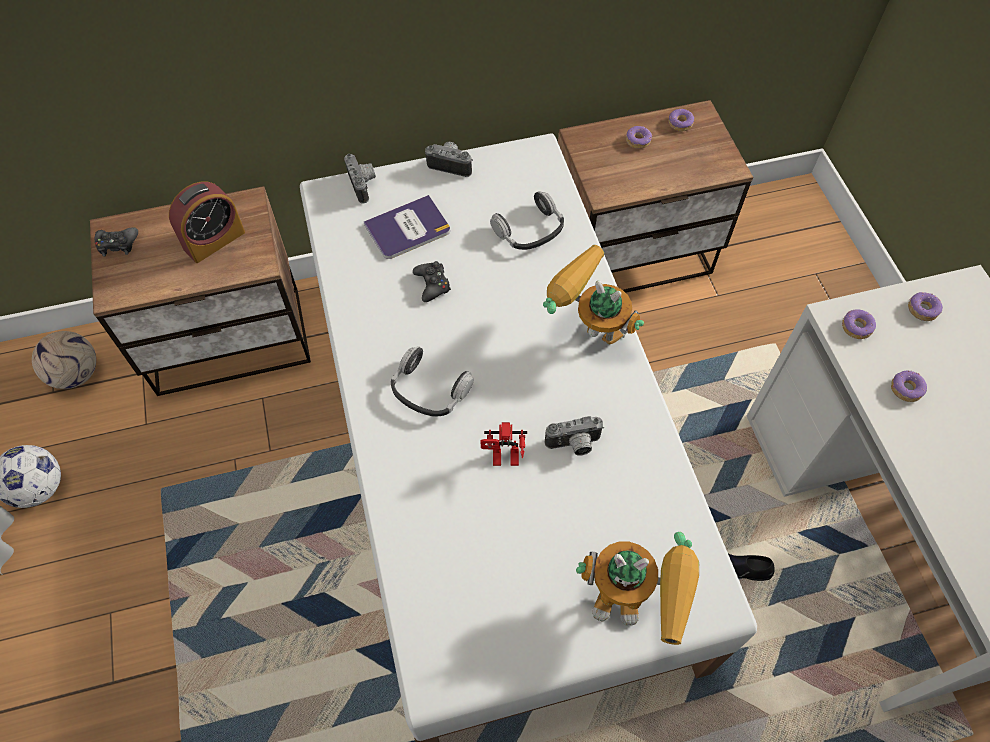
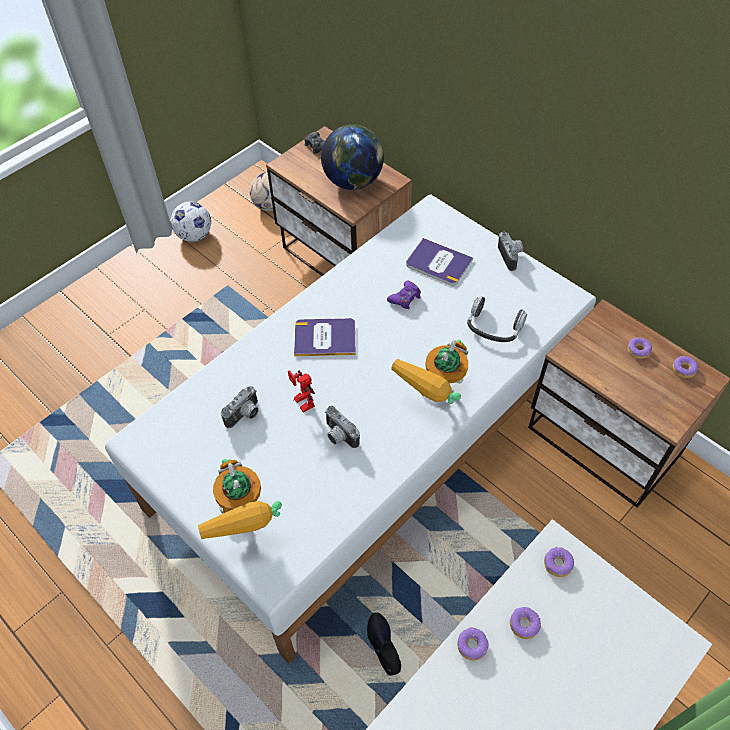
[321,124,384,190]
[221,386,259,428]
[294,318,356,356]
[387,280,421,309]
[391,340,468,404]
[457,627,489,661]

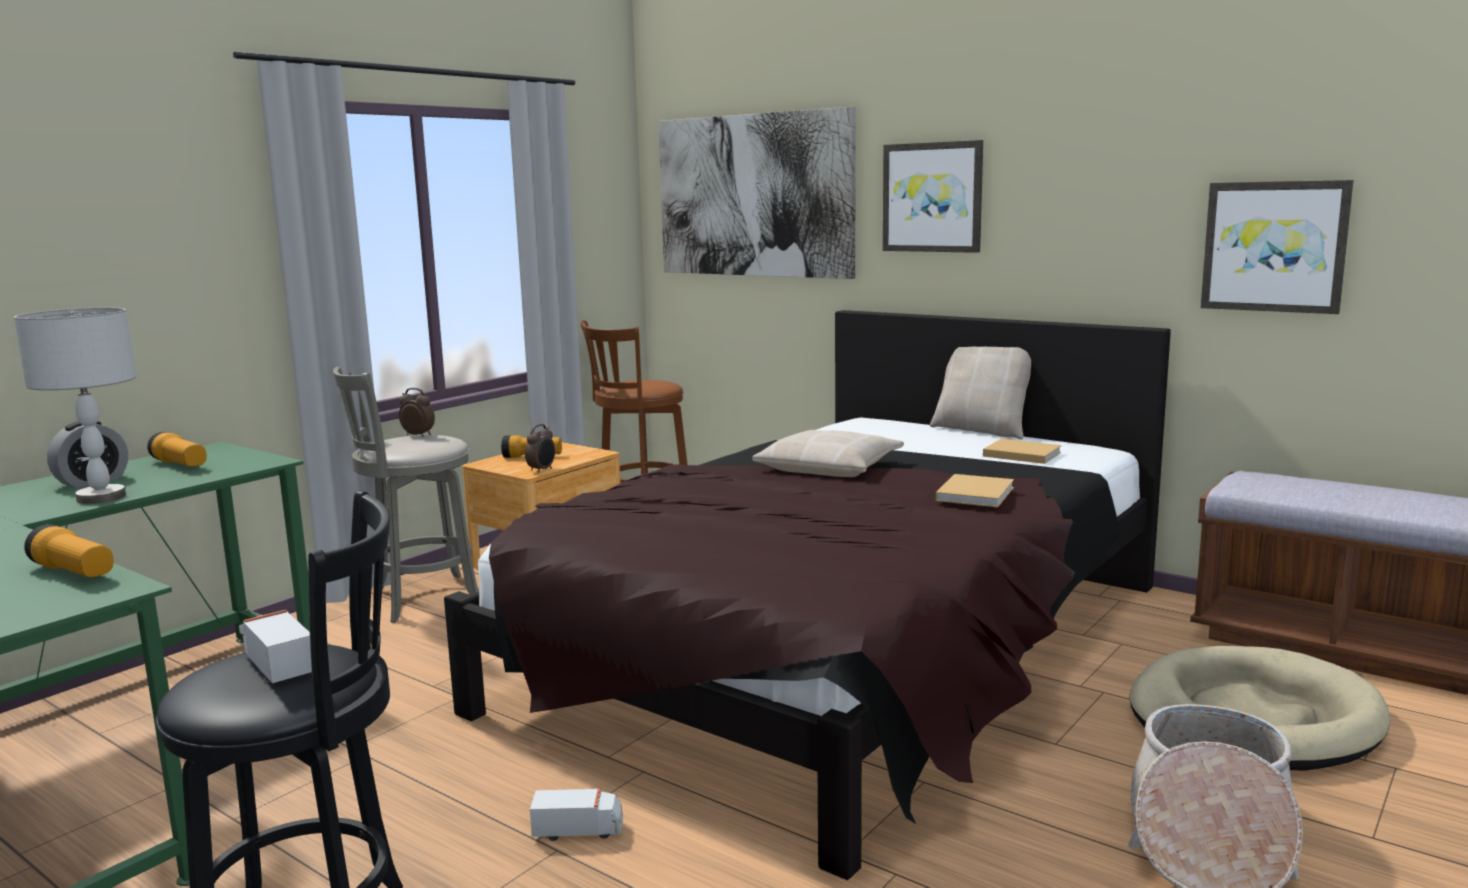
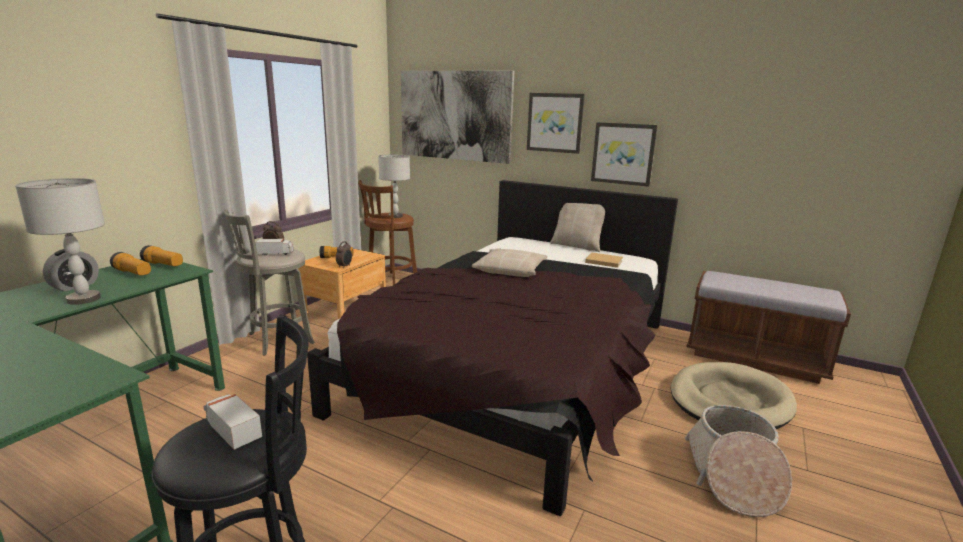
[140,245,183,266]
[256,238,294,256]
[936,474,1014,507] (first image)
[591,122,658,187]
[378,155,410,218]

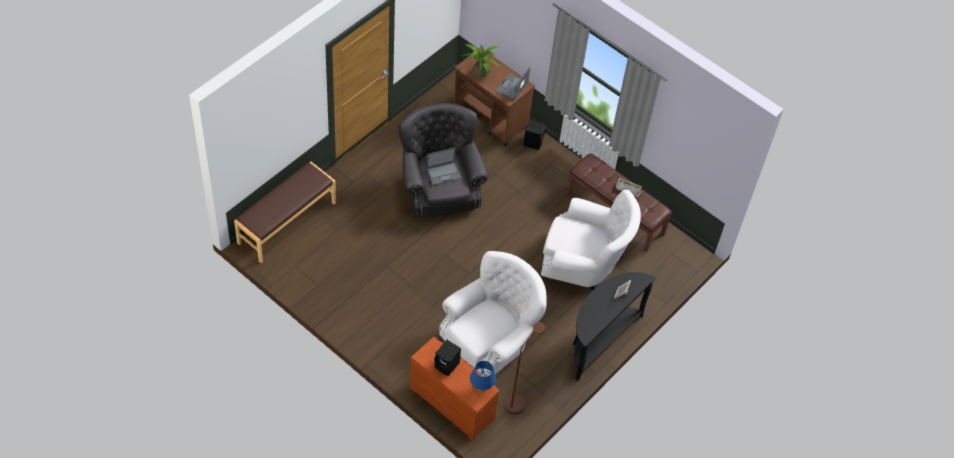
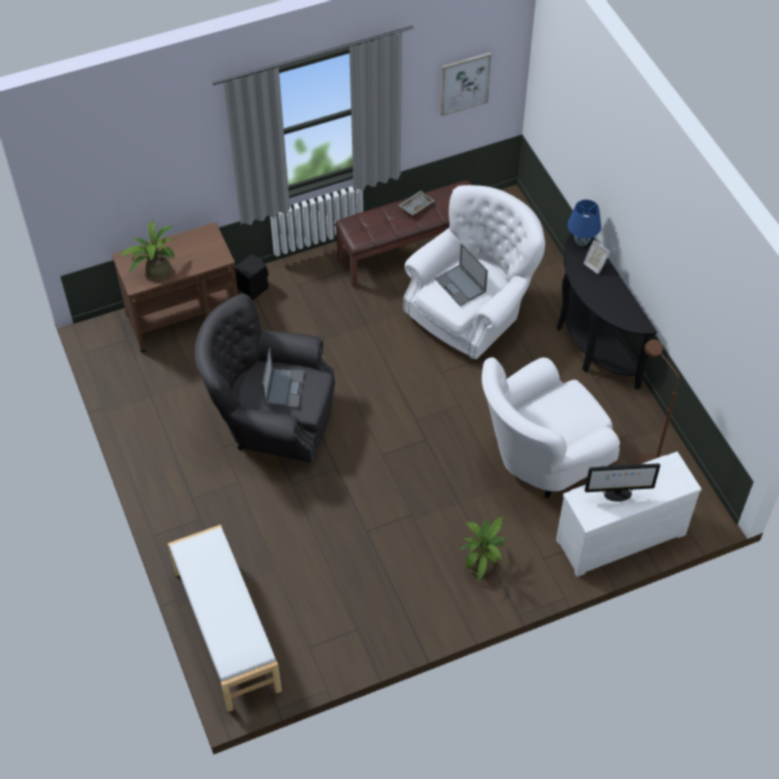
[168,525,282,712]
[556,452,701,577]
[585,463,660,501]
[482,357,620,498]
[567,200,601,246]
[435,243,488,306]
[440,52,491,116]
[459,517,506,582]

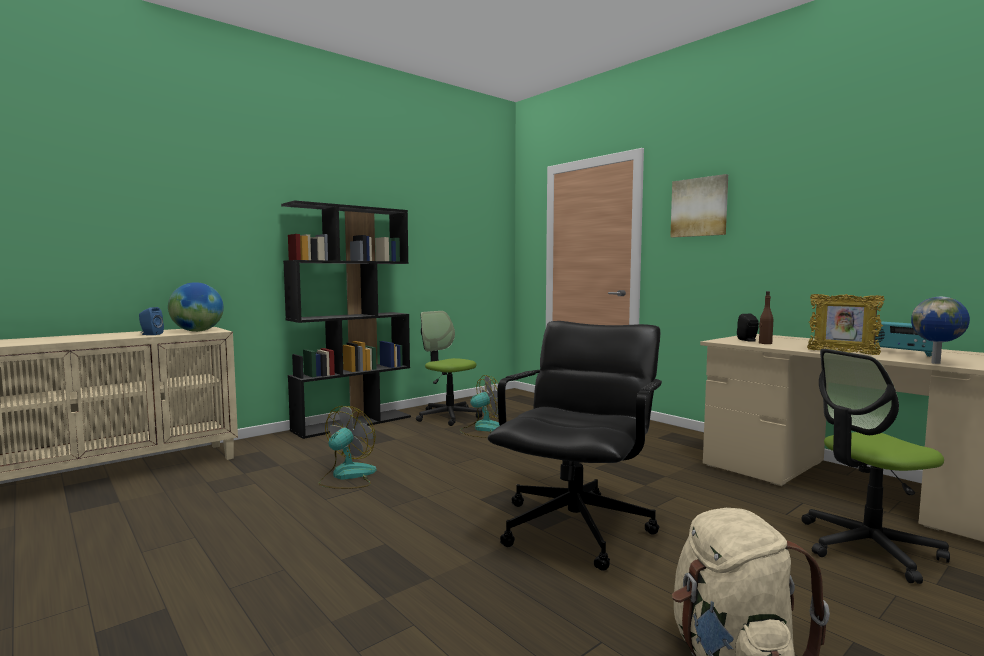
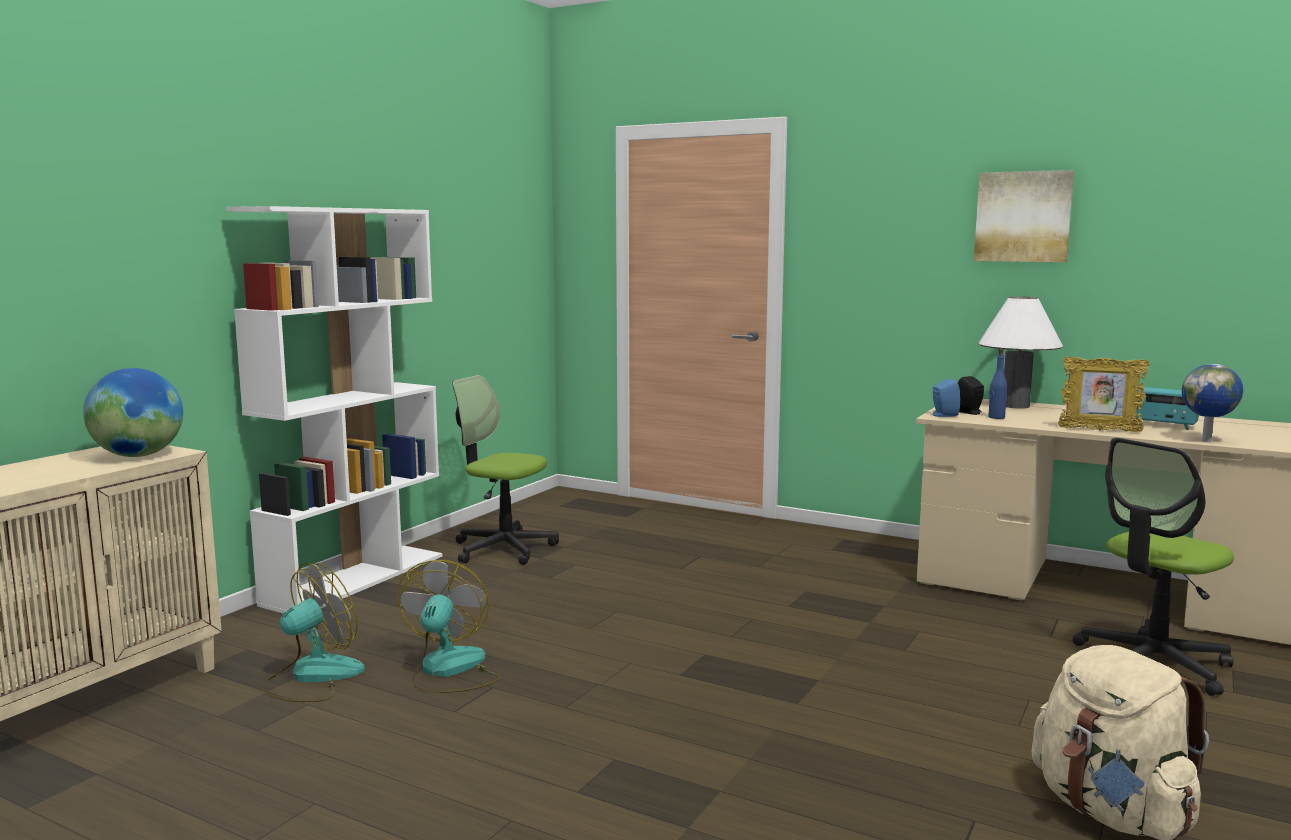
[932,379,960,417]
[226,206,442,613]
[260,563,365,702]
[487,321,662,571] (first image)
[974,170,1074,262]
[988,349,1007,419]
[978,296,1063,409]

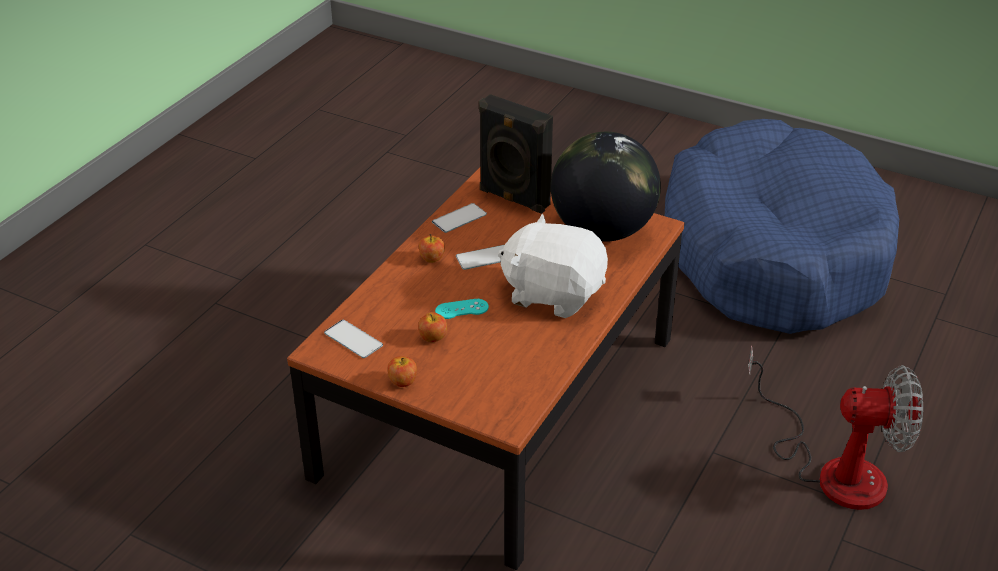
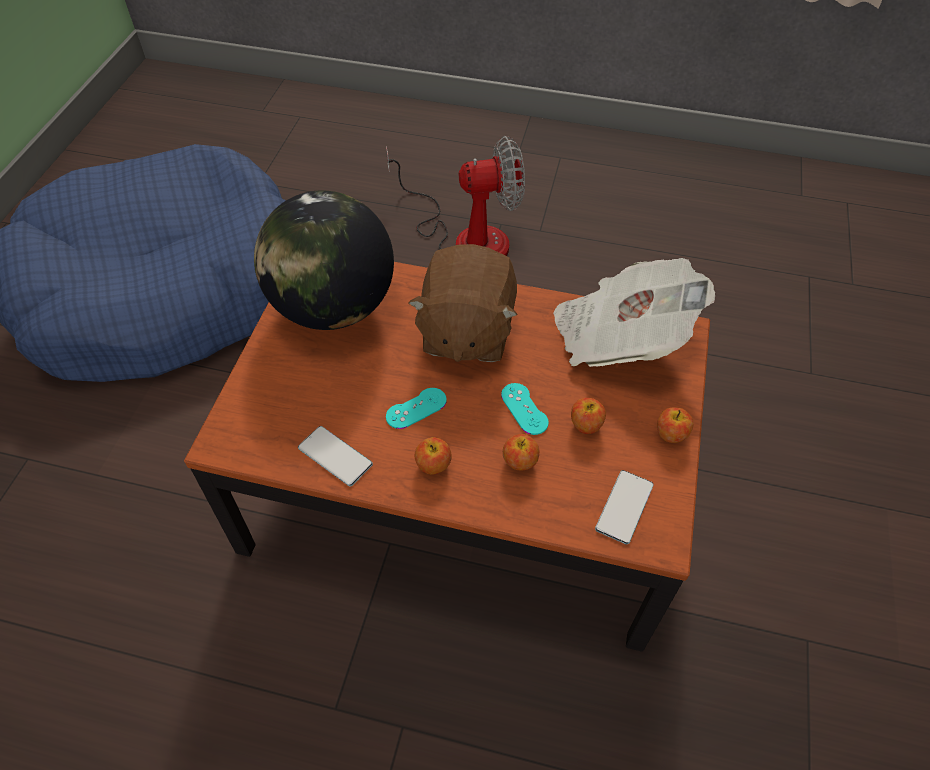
[386,388,447,429]
[479,94,553,214] (first image)
[408,244,518,362]
[386,136,525,256]
[503,434,539,470]
[553,258,715,367]

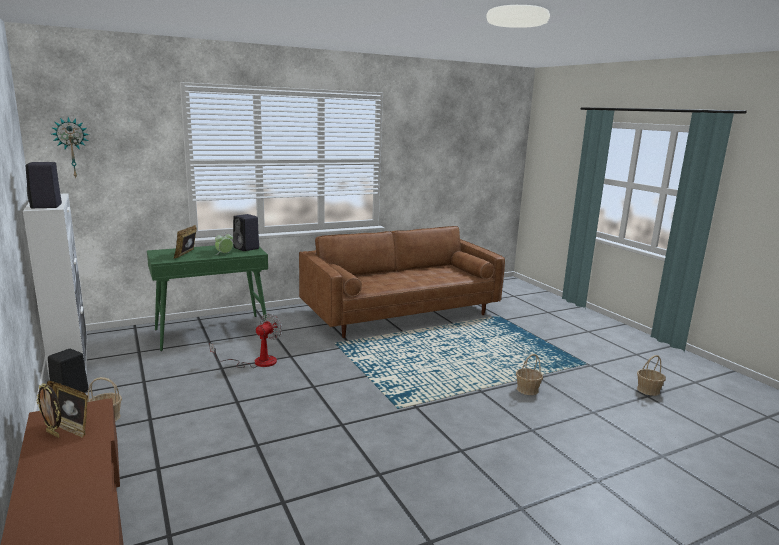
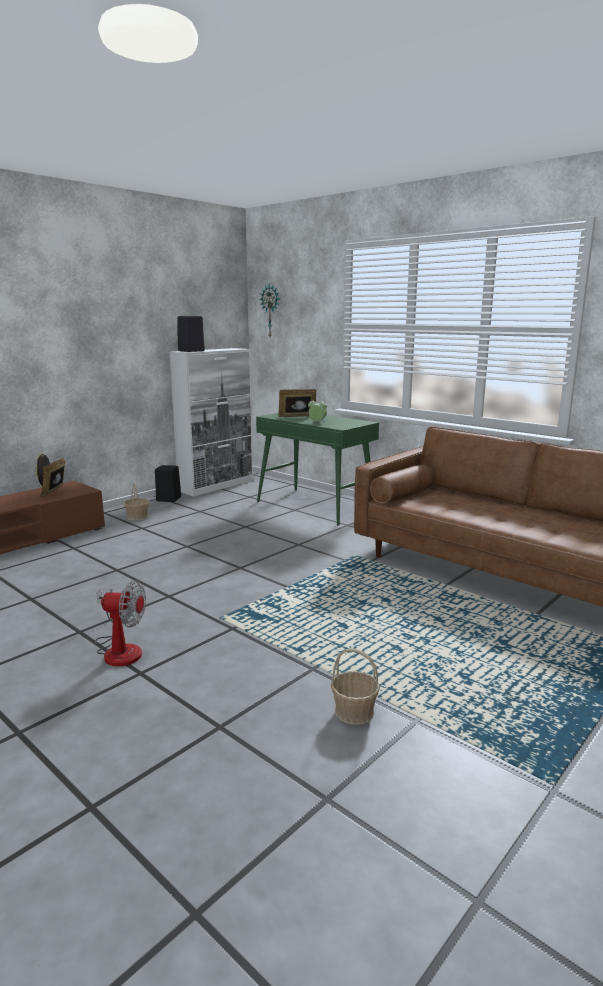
[95,580,146,666]
[233,214,259,251] (first image)
[637,355,666,396] (first image)

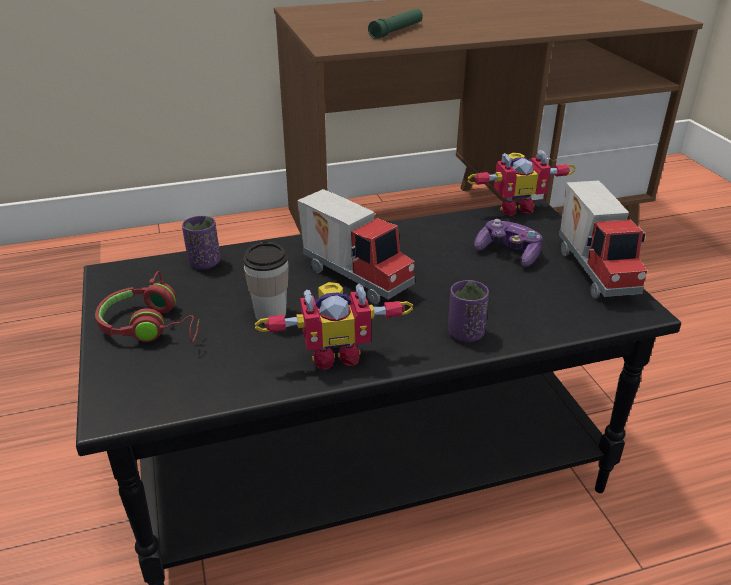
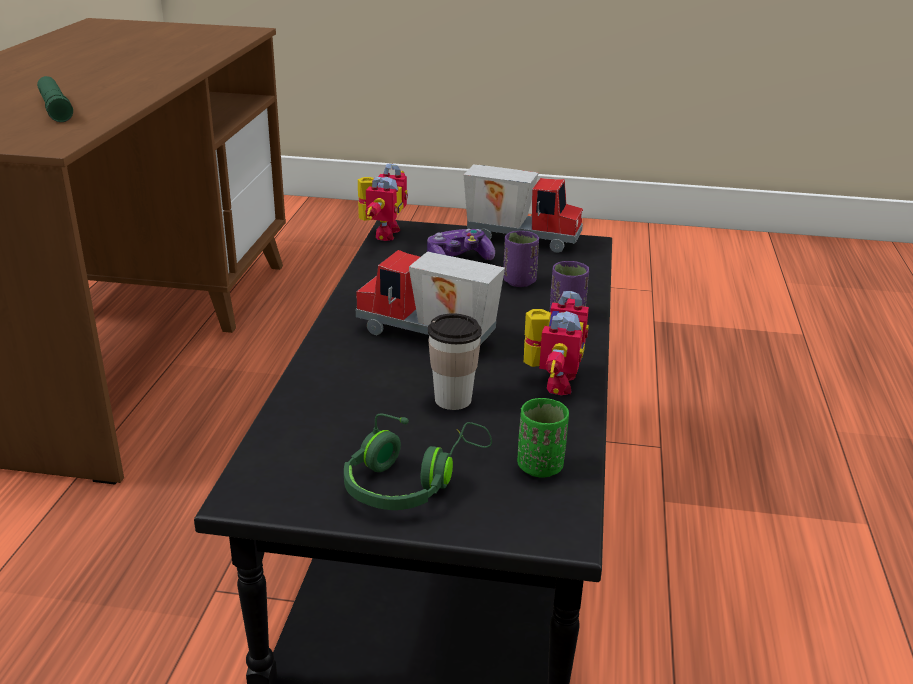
[344,414,492,510]
[503,231,539,287]
[356,250,505,345]
[517,398,569,478]

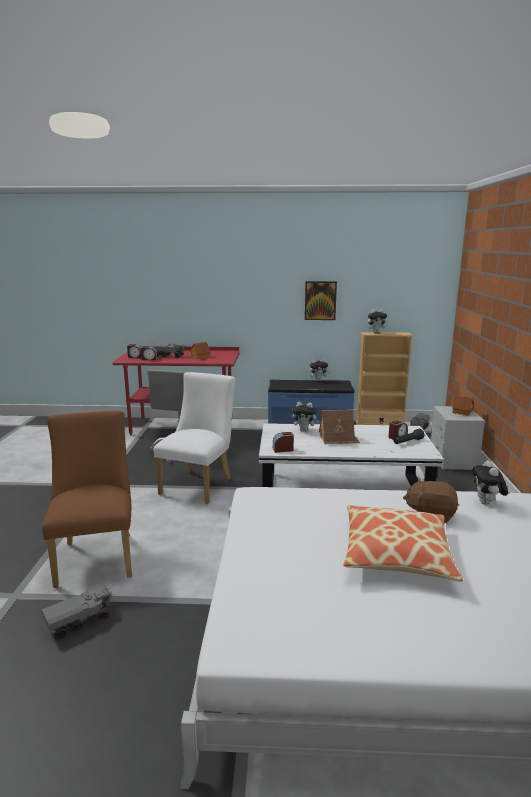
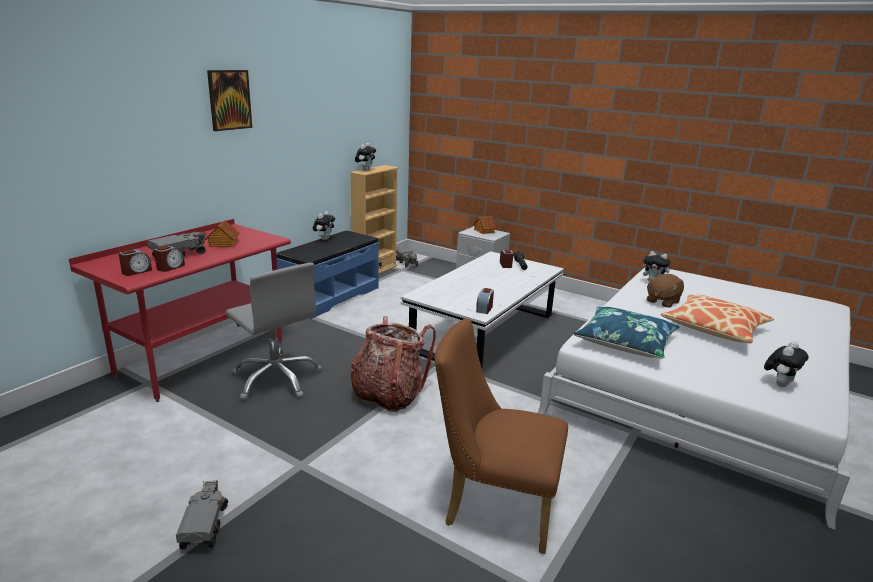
[176,480,228,549]
[351,316,436,412]
[764,341,809,387]
[207,70,252,131]
[319,409,360,444] (first image)
[573,307,680,359]

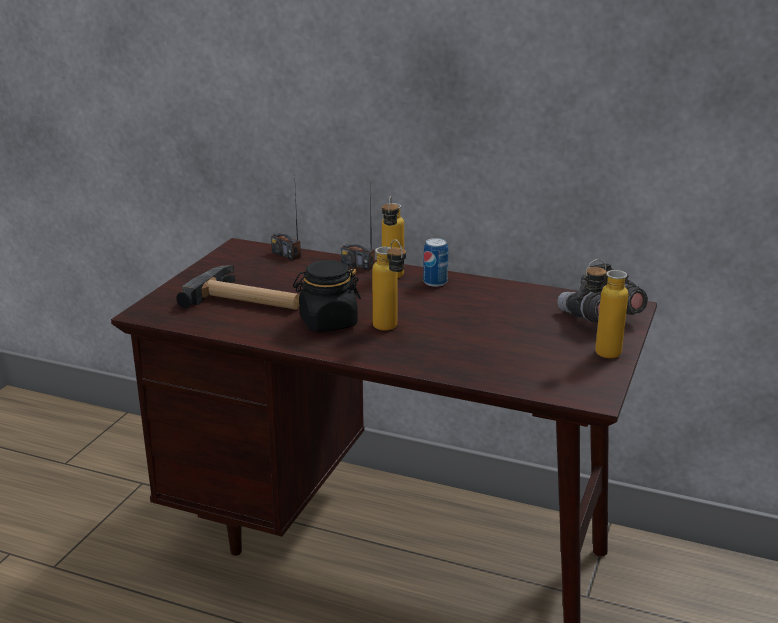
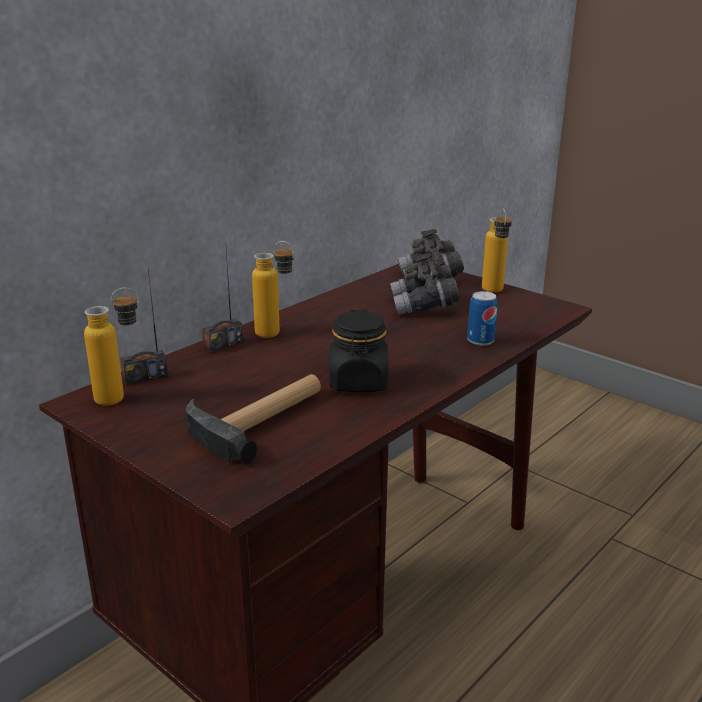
[84,288,139,406]
[467,291,498,346]
[390,253,460,315]

